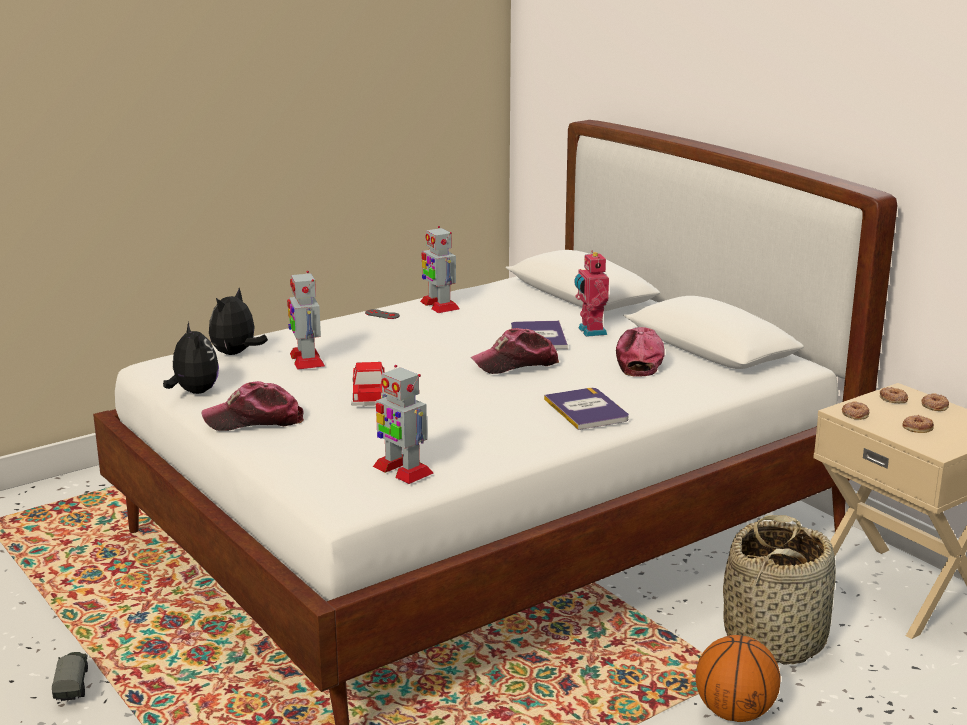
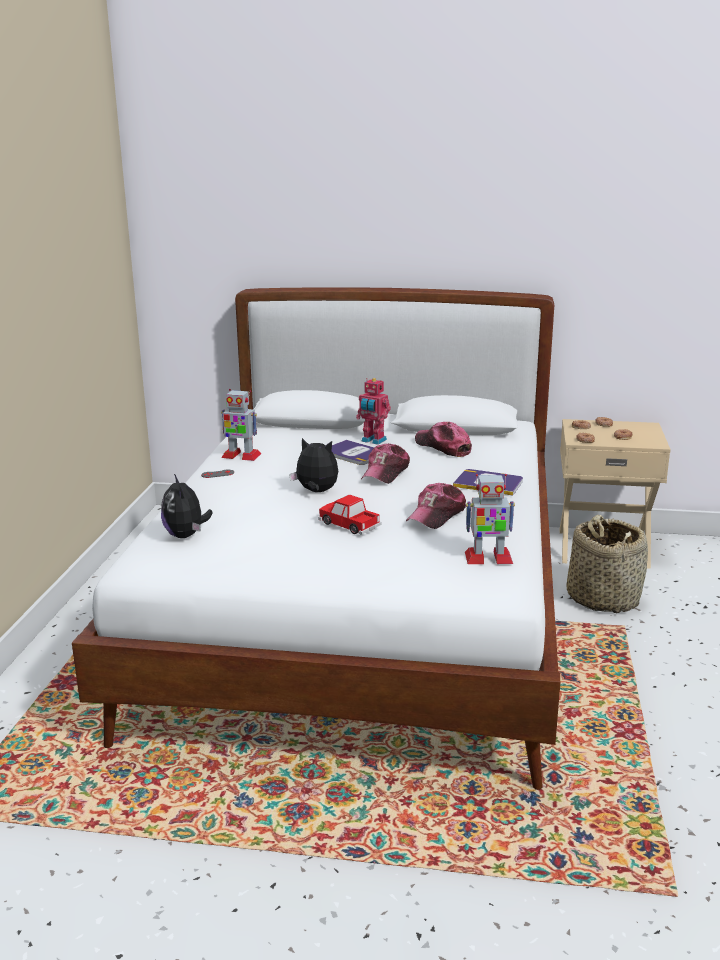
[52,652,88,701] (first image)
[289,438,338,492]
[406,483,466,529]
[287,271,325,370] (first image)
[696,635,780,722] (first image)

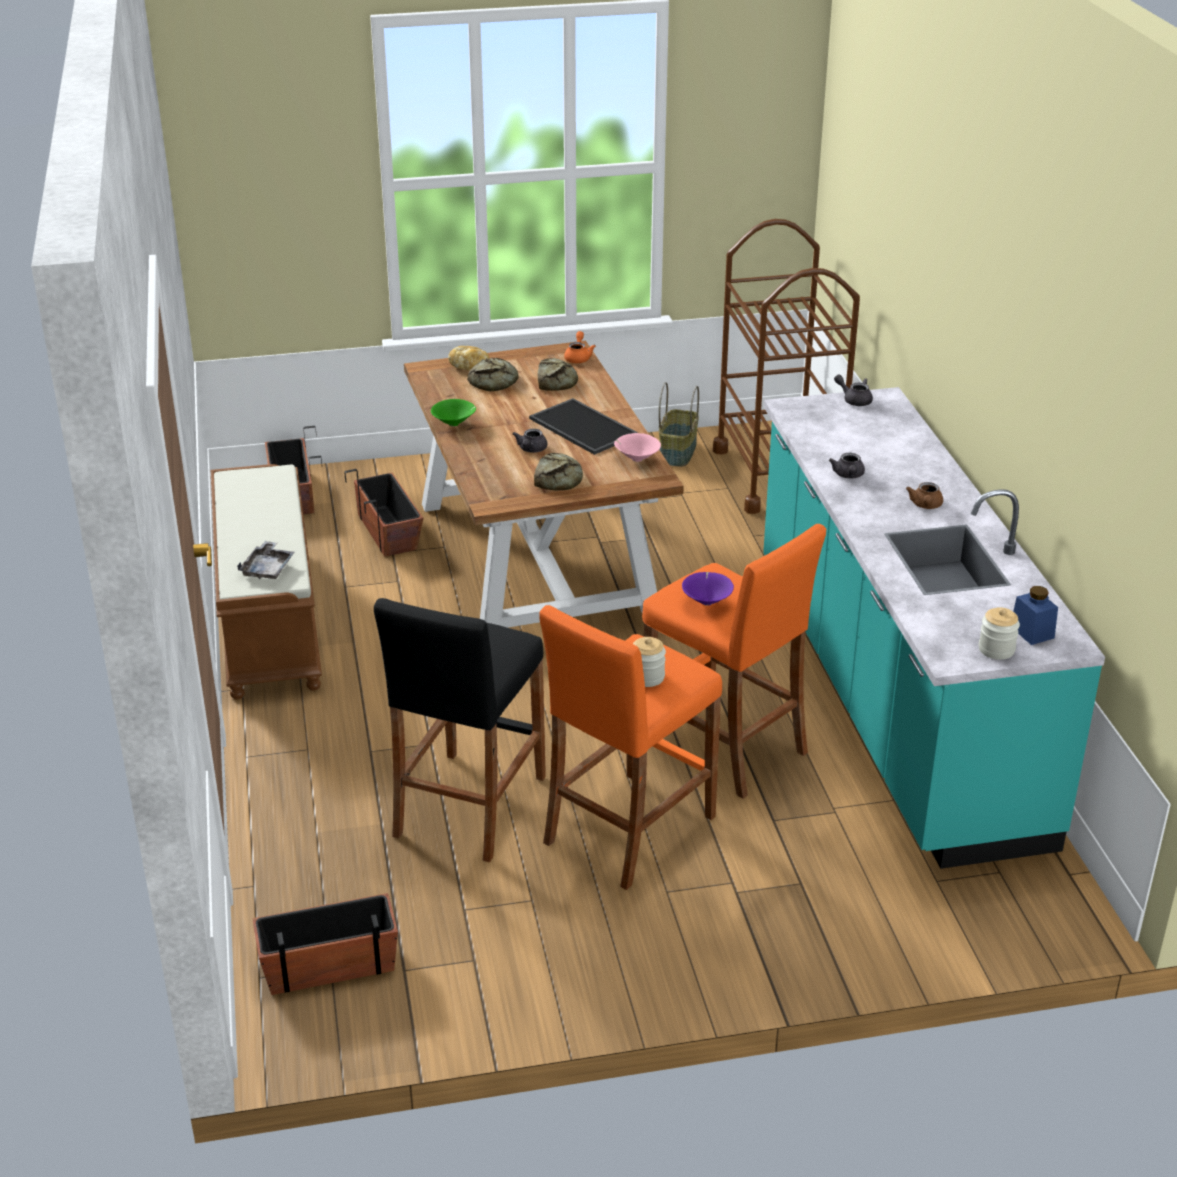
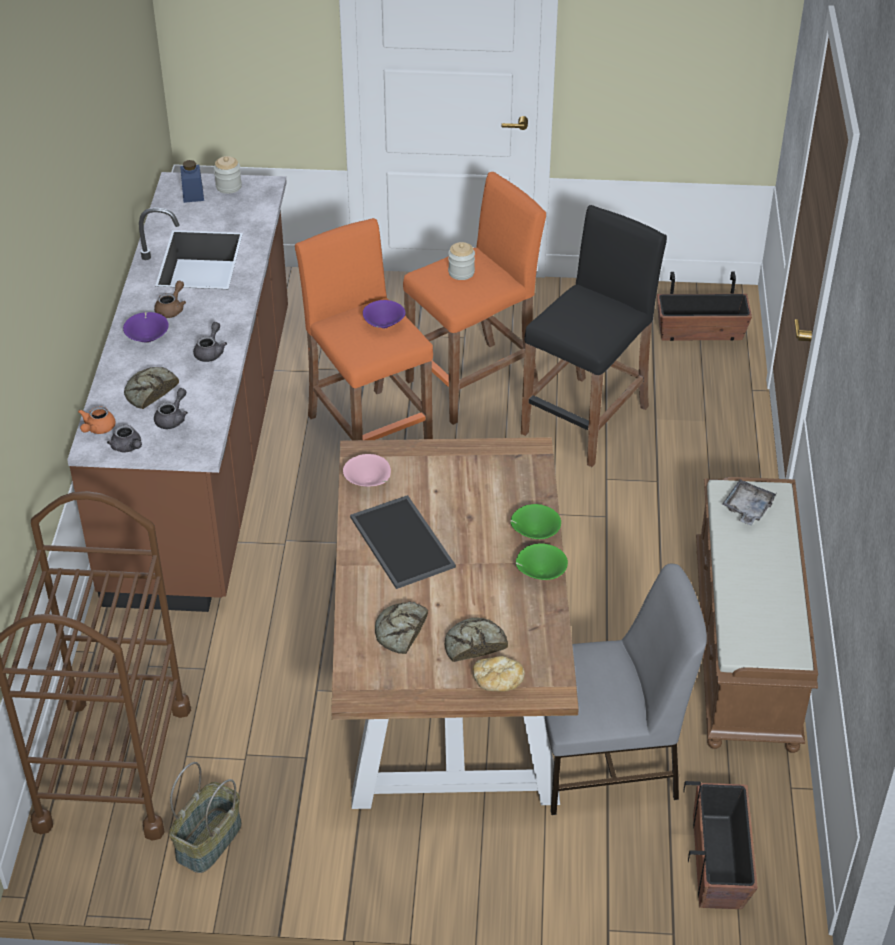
[545,564,707,815]
[154,388,188,429]
[124,367,179,409]
[78,406,116,434]
[67,172,288,612]
[123,312,169,343]
[510,504,561,539]

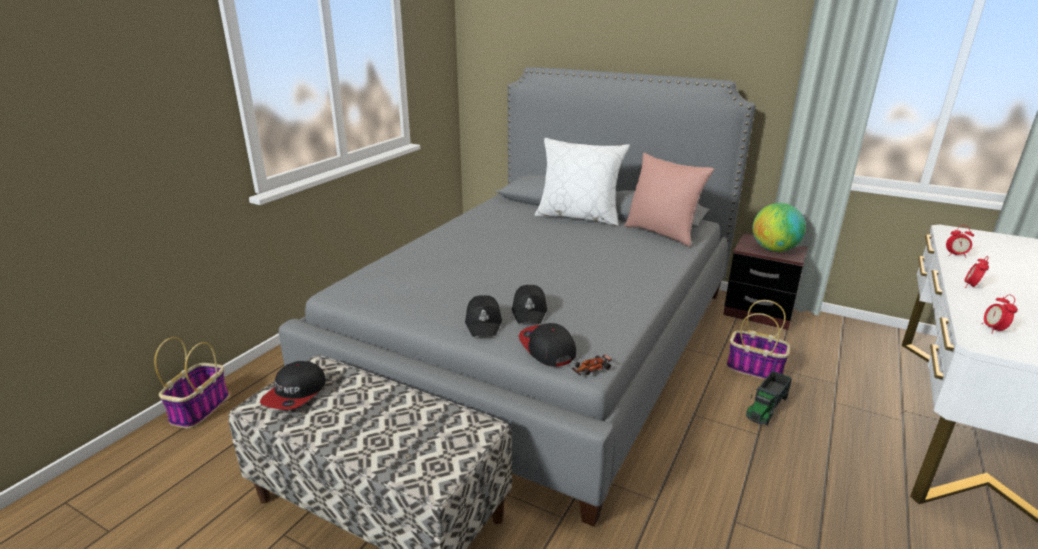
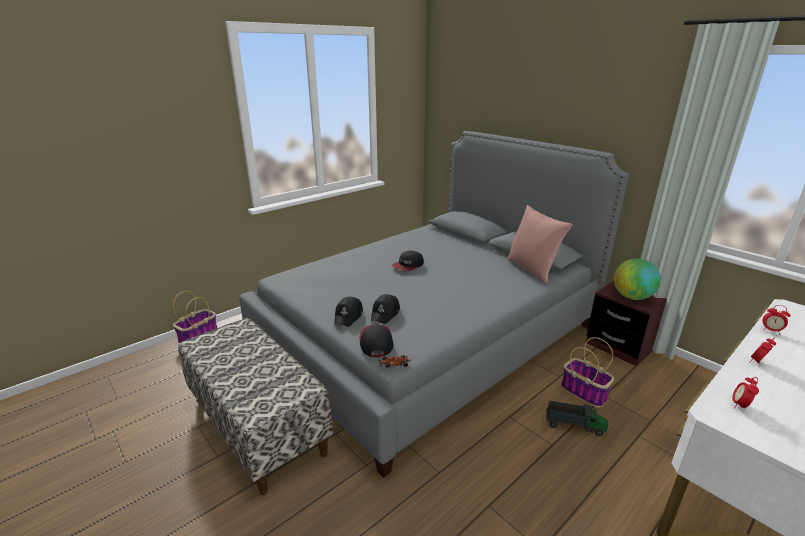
[392,251,424,271]
[534,138,630,226] (first image)
[546,401,608,436]

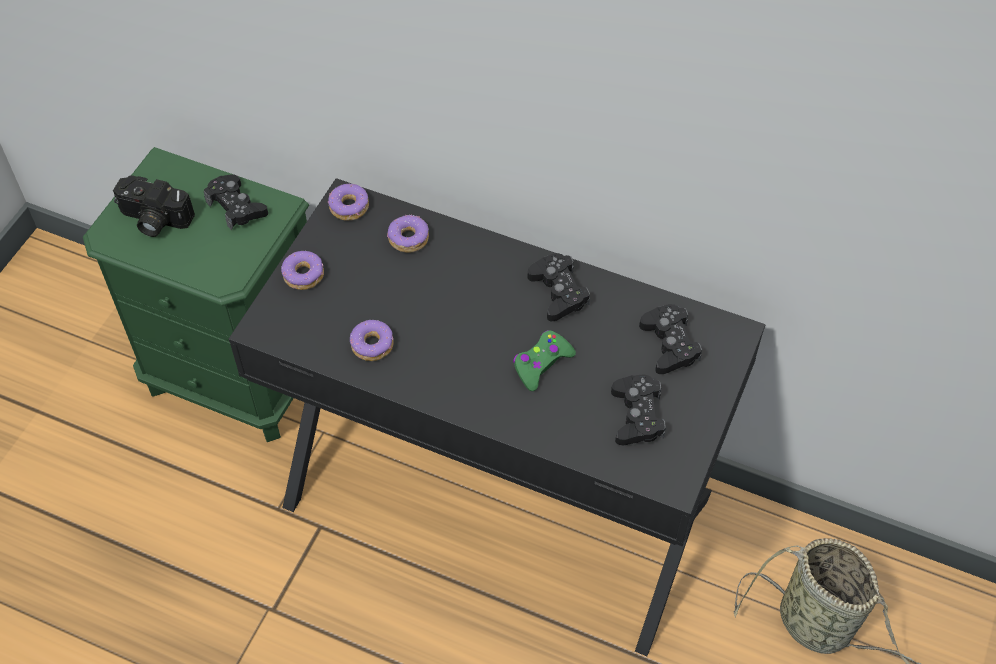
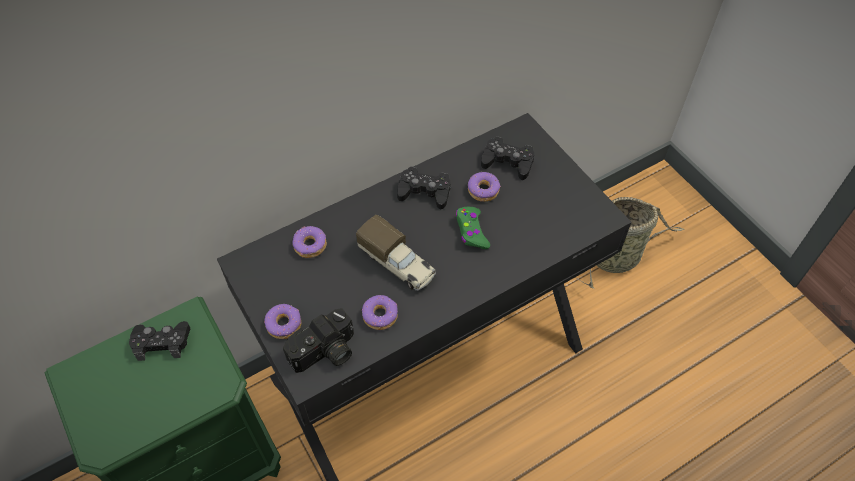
[283,308,354,373]
[468,172,501,202]
[611,374,666,445] (first image)
[356,215,436,291]

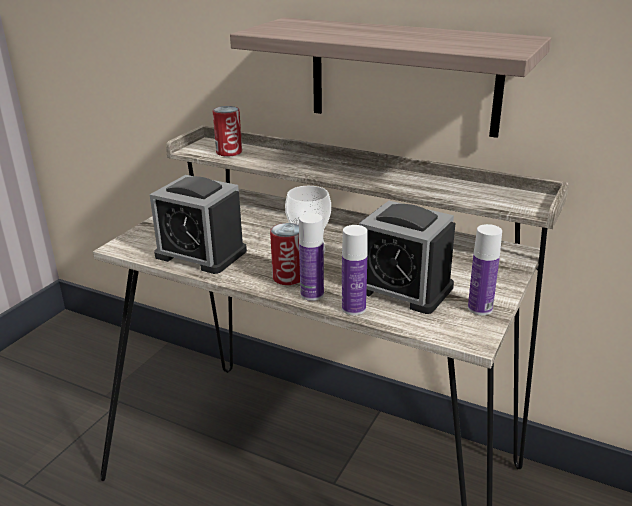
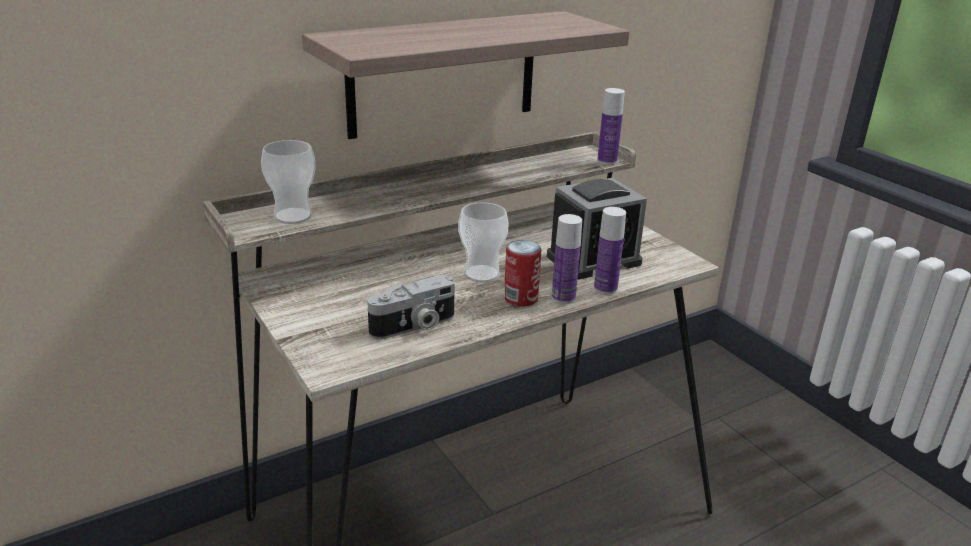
[367,275,455,339]
[261,140,316,224]
[597,88,625,165]

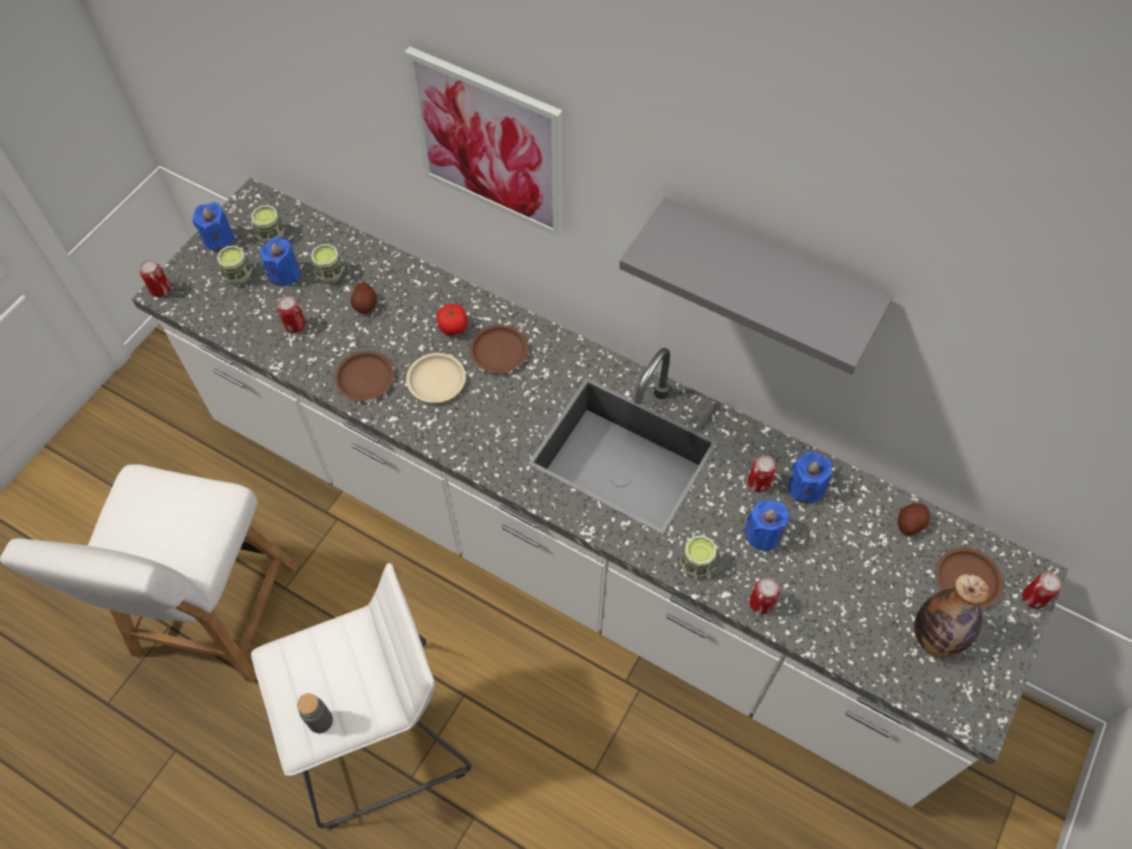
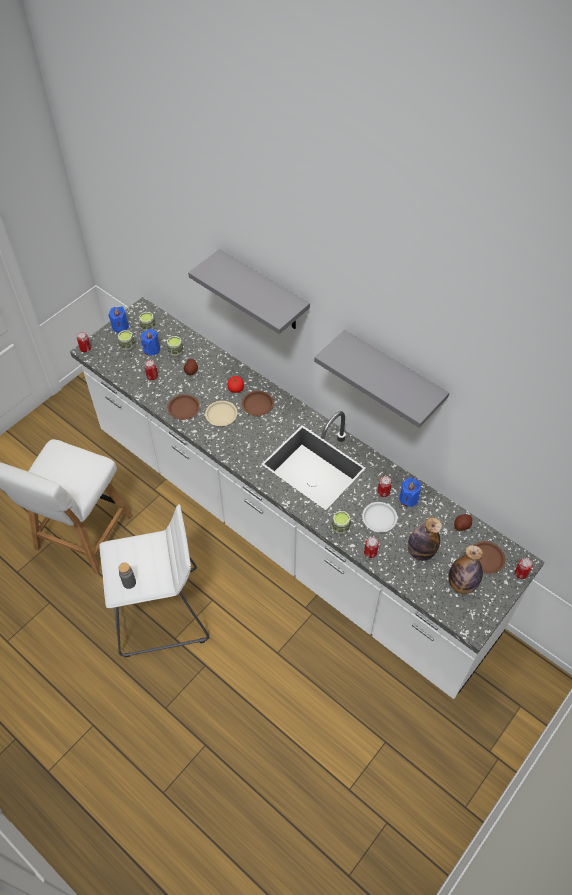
[188,249,310,334]
[362,502,398,532]
[408,517,442,561]

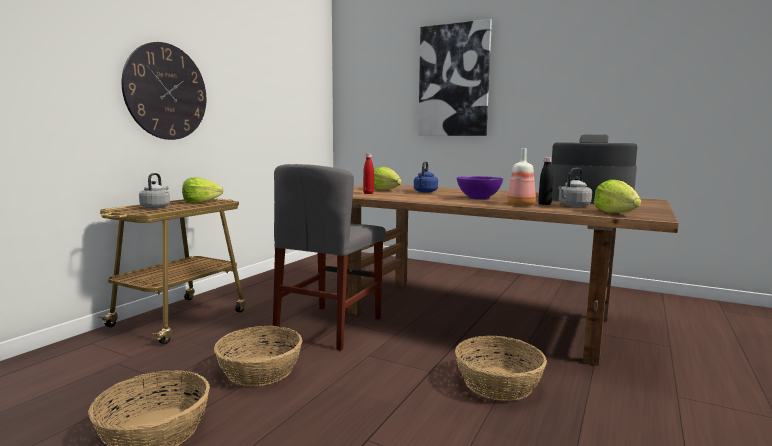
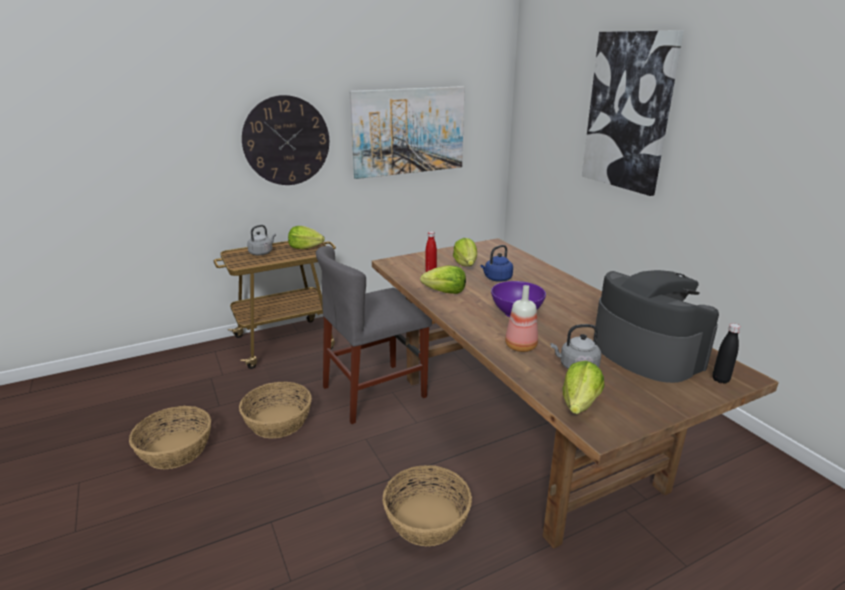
[712,323,741,384]
[350,86,465,179]
[420,265,466,294]

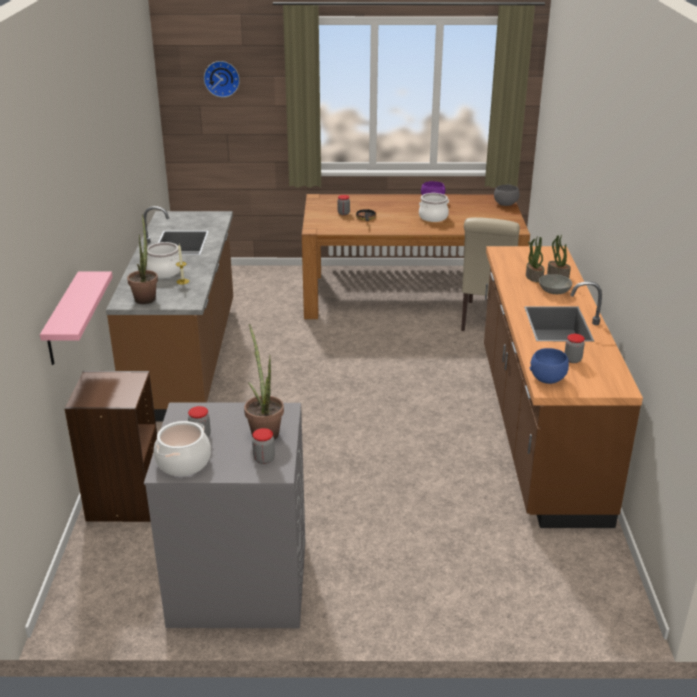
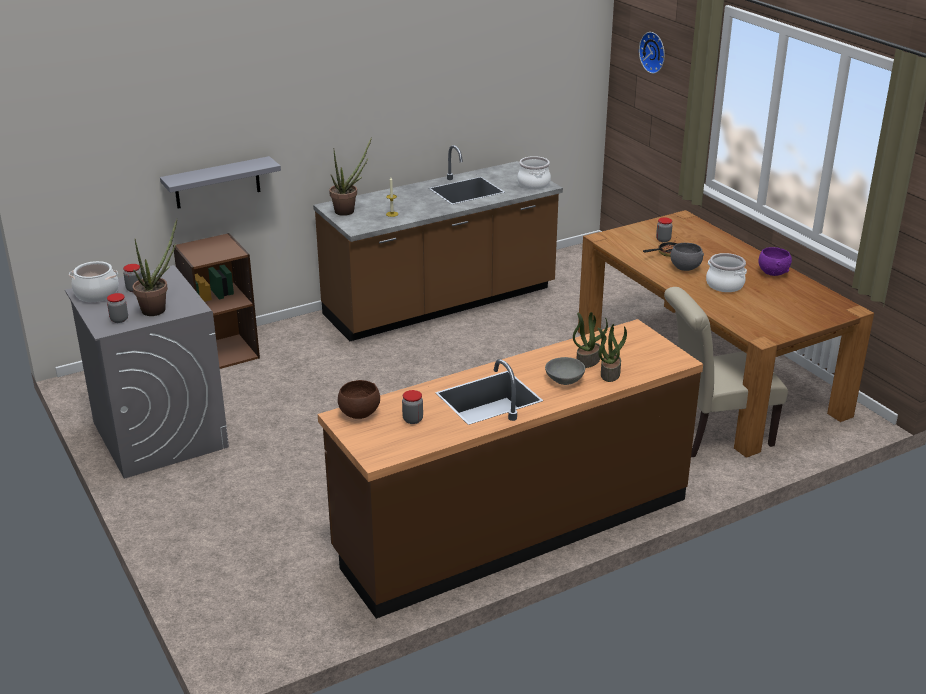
[160,156,281,209]
[517,156,551,189]
[671,243,704,271]
[338,380,380,419]

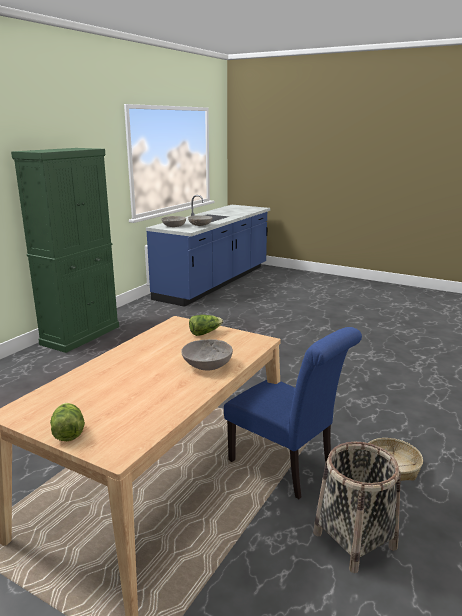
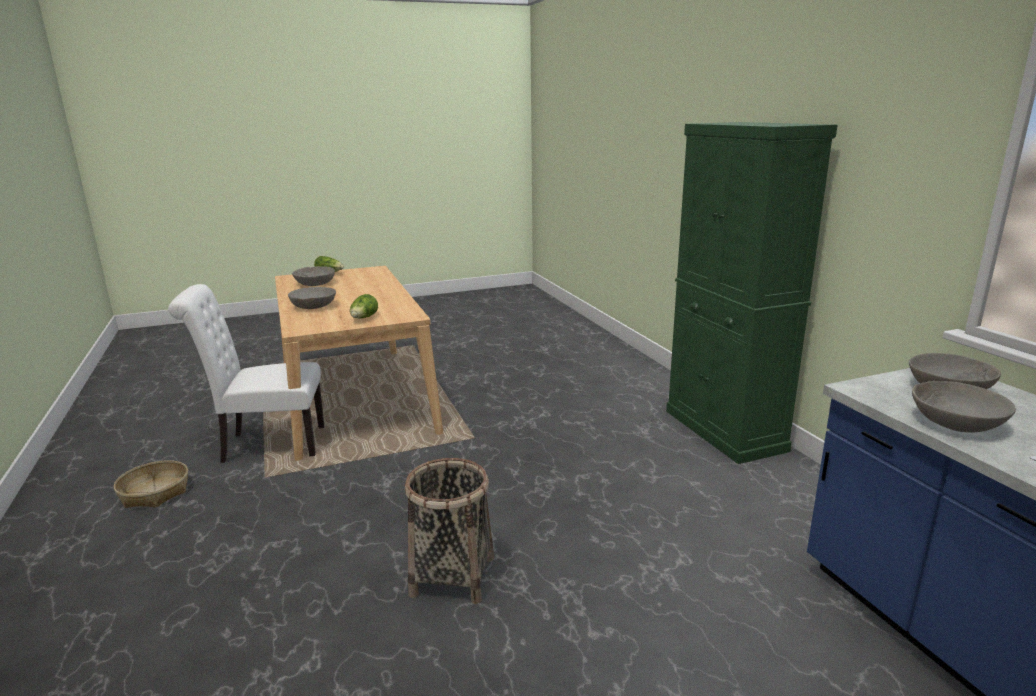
[168,284,324,463]
[405,458,494,604]
[292,266,335,286]

